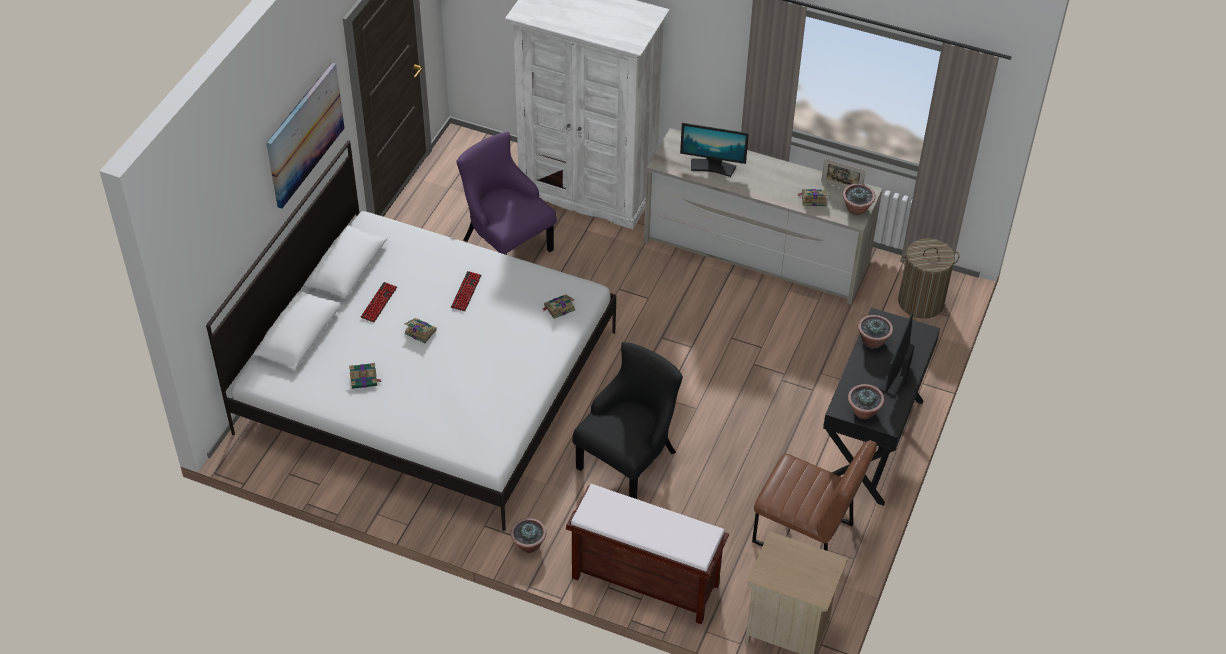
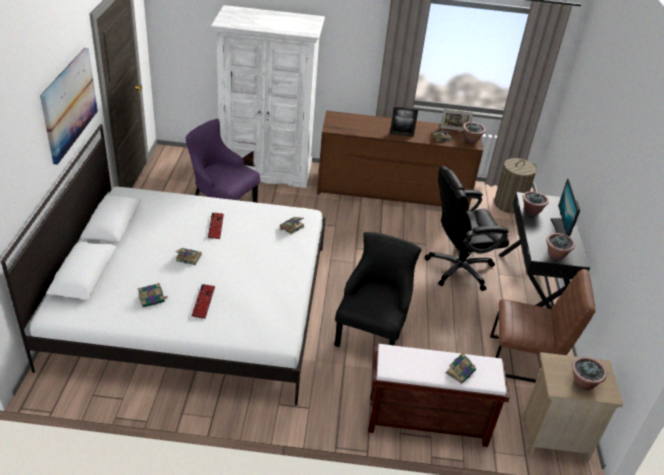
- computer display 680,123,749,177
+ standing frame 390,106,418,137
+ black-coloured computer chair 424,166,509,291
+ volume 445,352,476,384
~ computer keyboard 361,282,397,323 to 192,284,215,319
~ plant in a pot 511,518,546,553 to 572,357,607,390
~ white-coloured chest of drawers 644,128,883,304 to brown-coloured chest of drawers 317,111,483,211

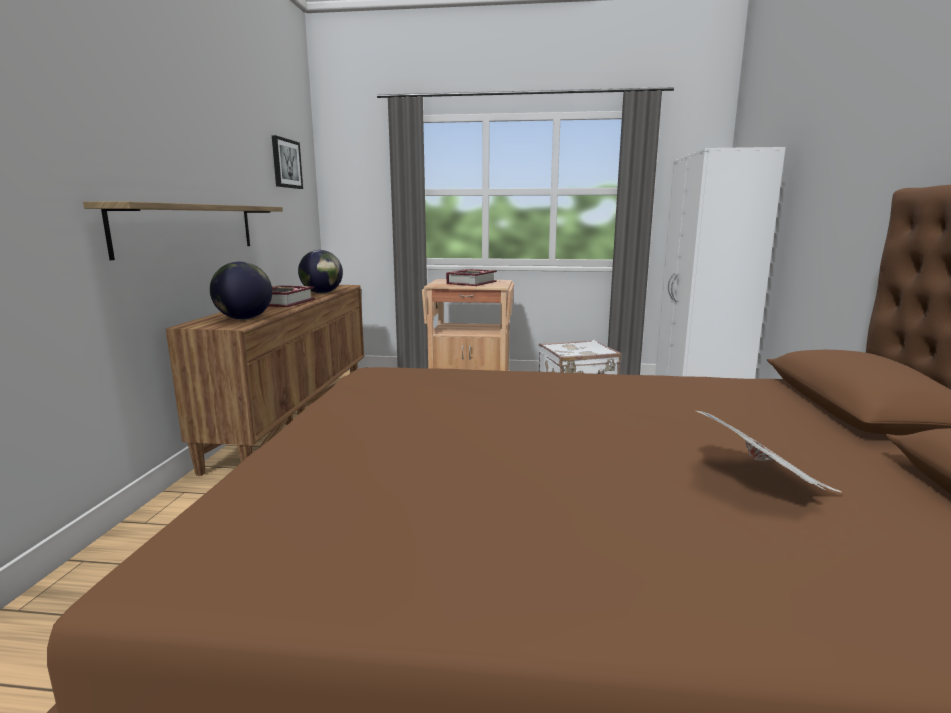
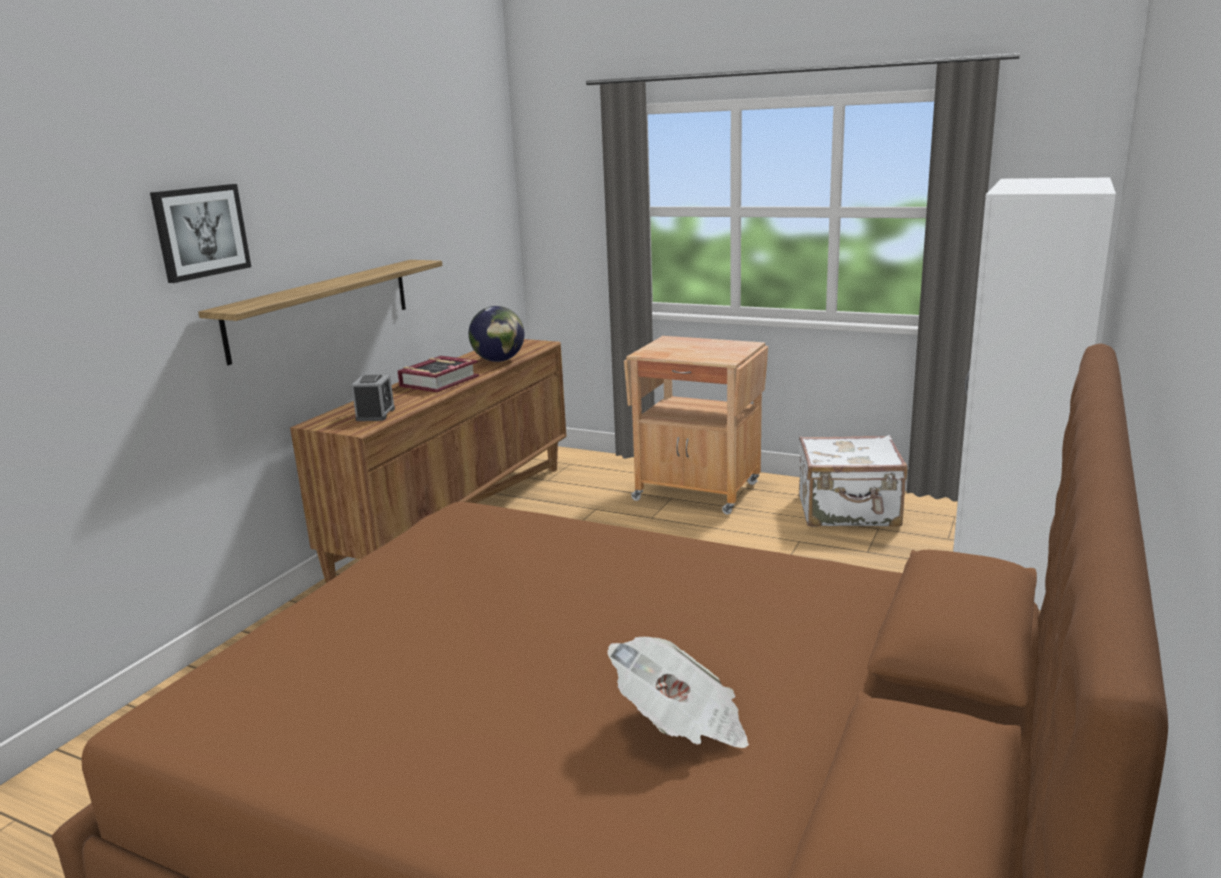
- volume 446,269,497,286
~ wall art 272,135,303,189 to 150,184,251,283
~ world globe 210,262,272,320 to alarm clock 351,375,395,421

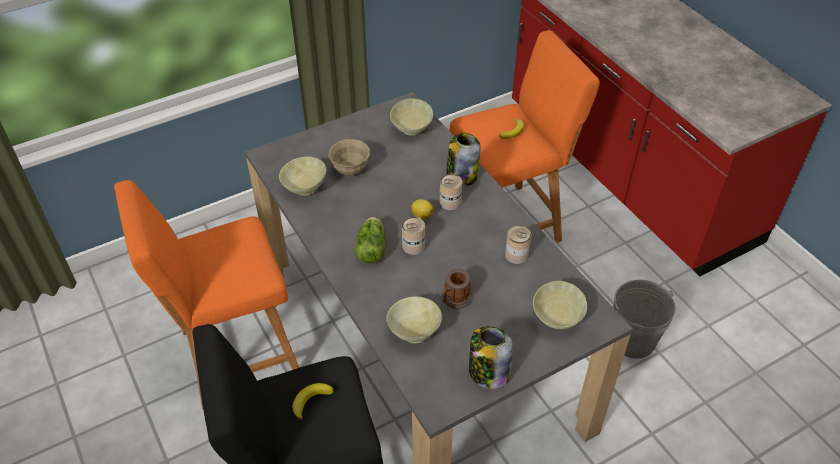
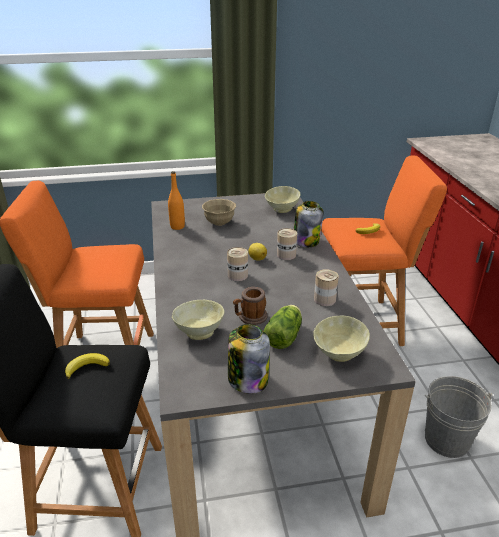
~ lettuce 354,217,385,264 to 264,305,302,349
~ beige-coloured deep dish 279,157,327,196 to orange-coloured drink bottle 168,171,185,230

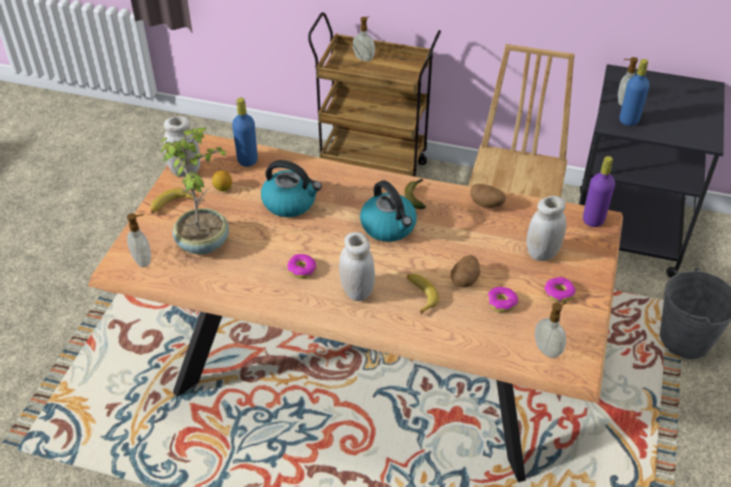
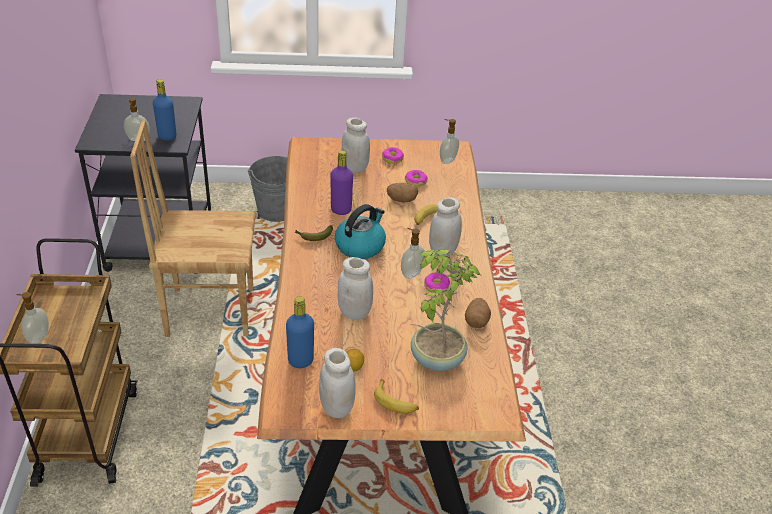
~ soap bottle 127,213,151,267 to 401,228,425,279
~ potato 470,184,506,208 to 465,298,491,328
~ purplish drink bottle 583,156,615,227 to 330,150,353,215
~ water kettle 261,160,322,217 to white-coloured jar 337,257,373,320

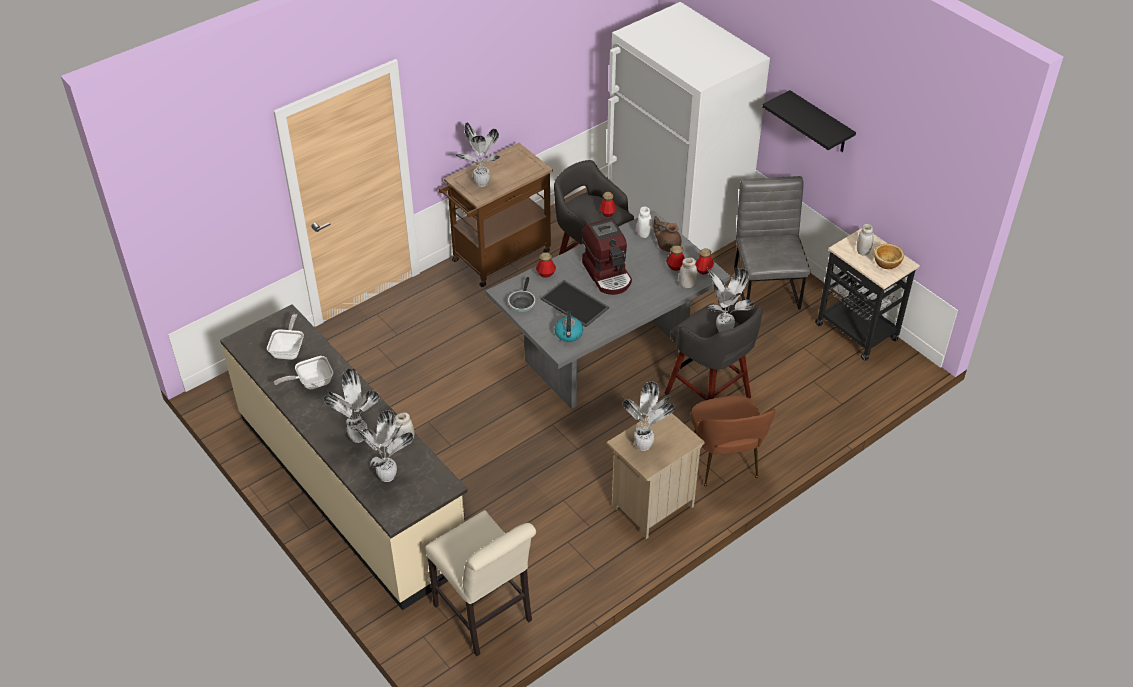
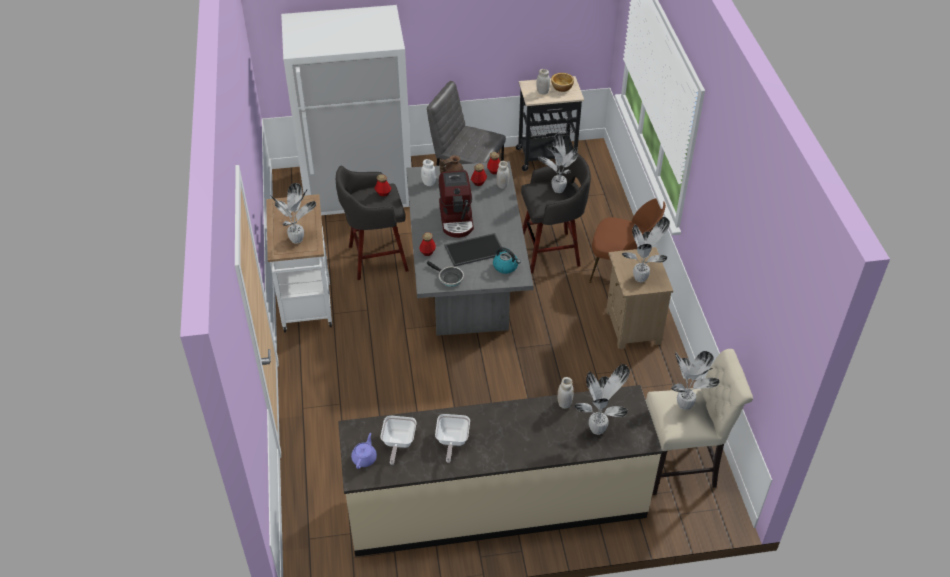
- black-coloured shelf 762,90,856,152
+ purplish pot for tea 351,433,377,469
~ plant in a pot 324,368,380,443 to 671,351,720,410
~ brown-coloured trolley 439,143,553,287 to white-coloured trolley 266,194,332,332
~ frying pan 267,314,304,360 = 381,416,417,465 120 degrees counterclockwise
~ coffee brewer 582,218,632,295 = 439,170,474,238 75 degrees clockwise

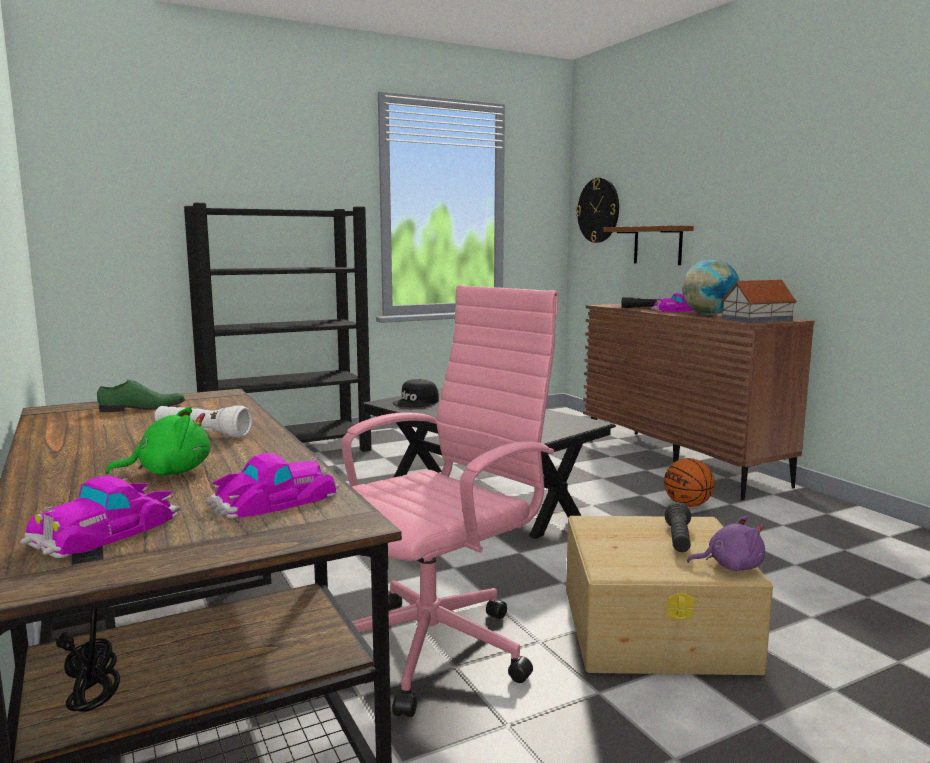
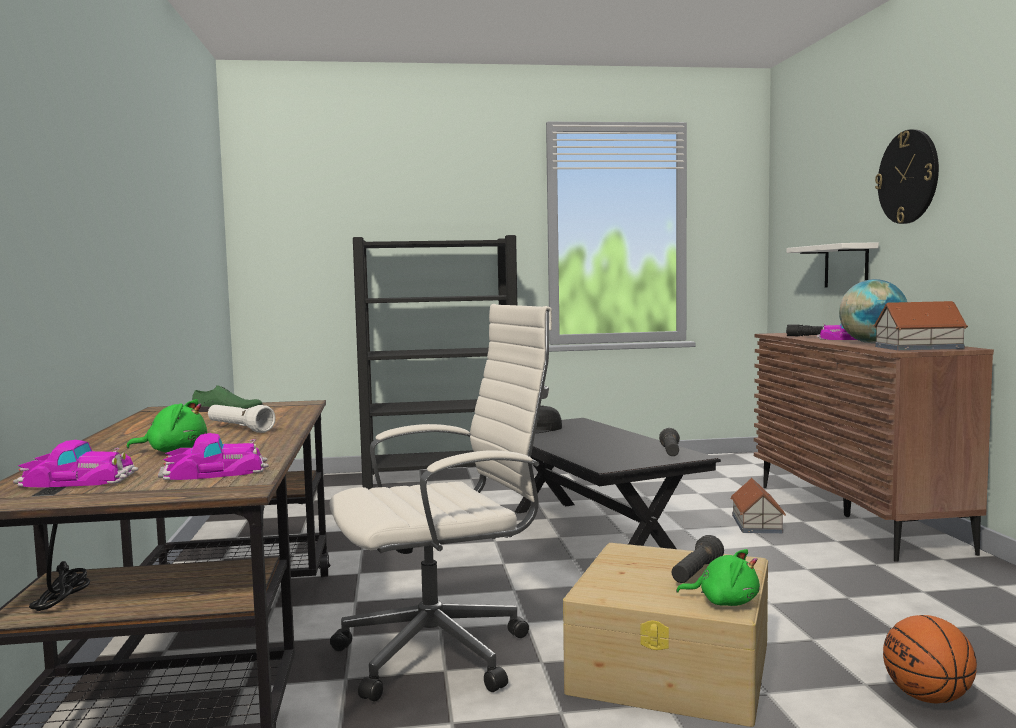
+ black-coloured torch 659,428,680,456
+ model house 730,478,786,533
~ clock on the wall 576,178,619,243 to 875,129,939,224
~ ball for basketball 664,458,715,507 to 883,615,977,703
~ pinkish computer chair 342,285,559,717 to white-coloured computer chair 329,304,552,702
~ brown-coloured shelf 603,225,694,265 to white-coloured shelf 787,242,879,288
~ purplish cuddly toy 687,516,765,571 to green cuddly toy 676,549,760,606
~ miniature car 20,475,180,558 = 13,440,138,487 150 degrees counterclockwise

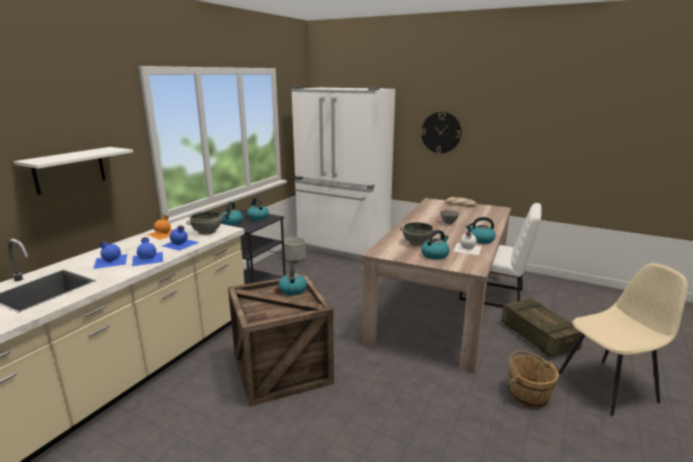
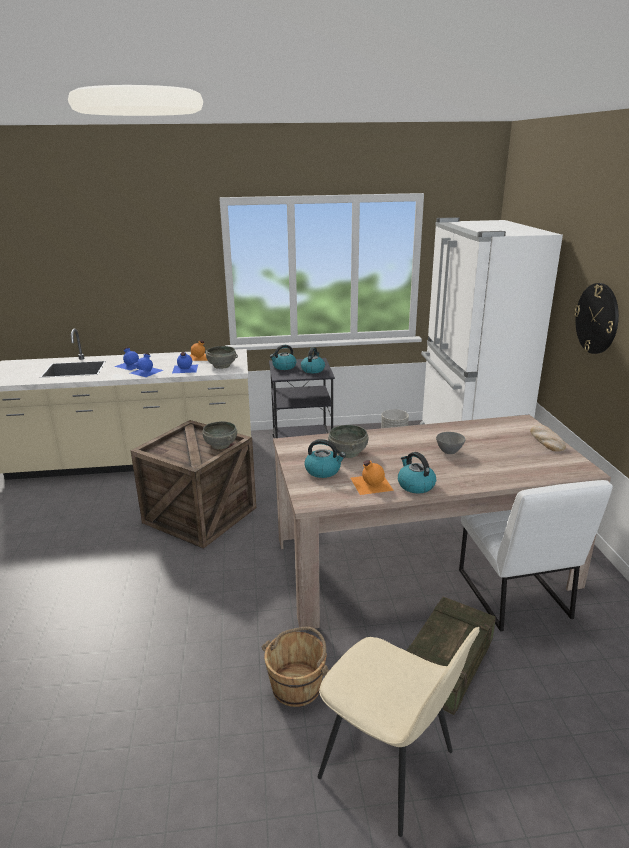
- white-coloured shelf 14,147,133,195
~ water kettle 278,265,307,296 to greyish deep dish 202,421,237,449
~ white-coloured drink bottle 453,232,482,255 to orange-coloured drink bottle 351,460,394,495

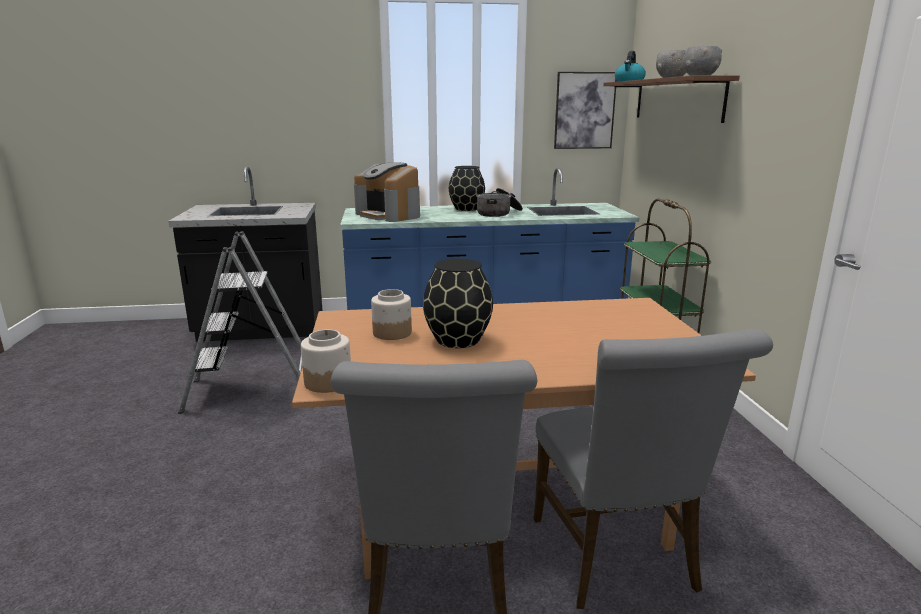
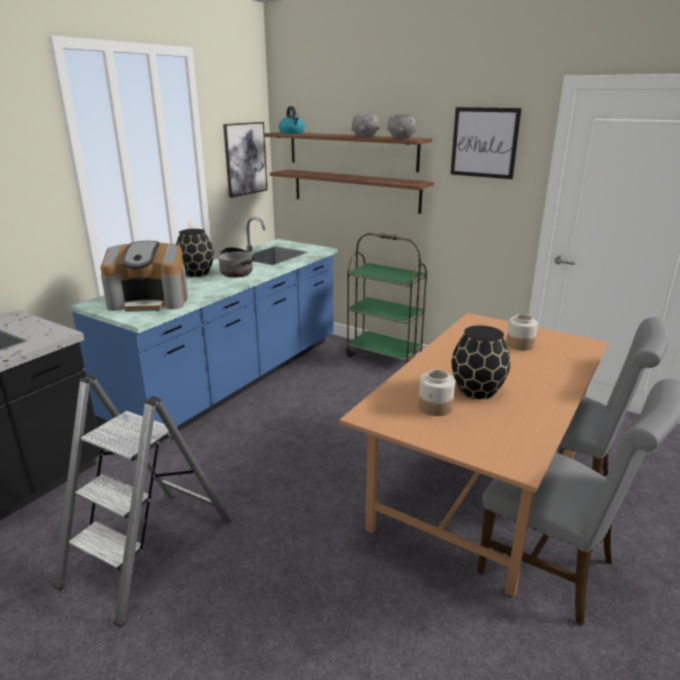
+ brown-coloured shelf 270,169,434,214
+ wall art 450,107,522,179
~ jar 301,329,351,393 to 506,314,538,350

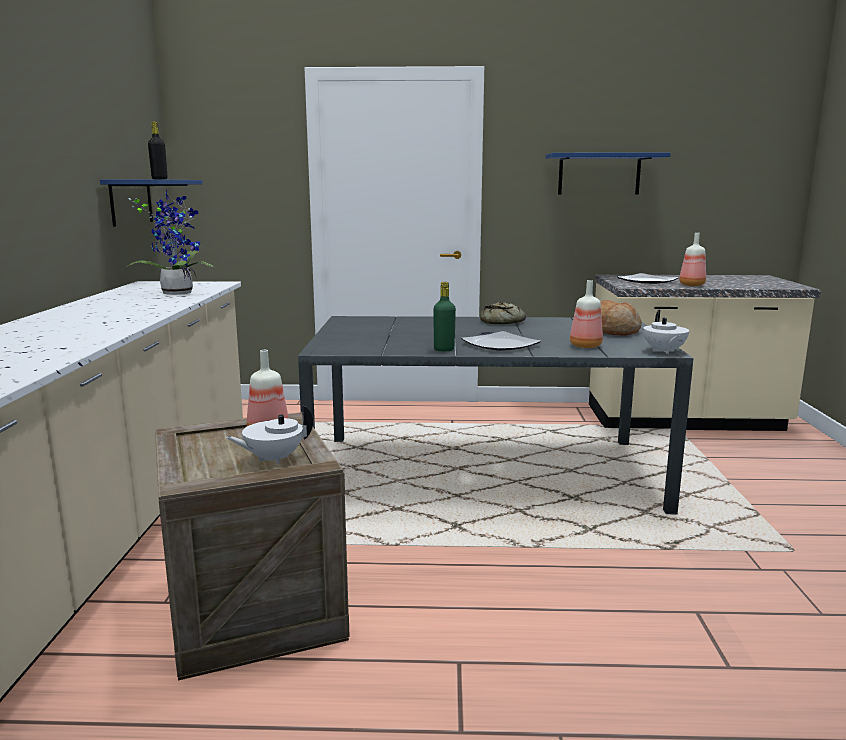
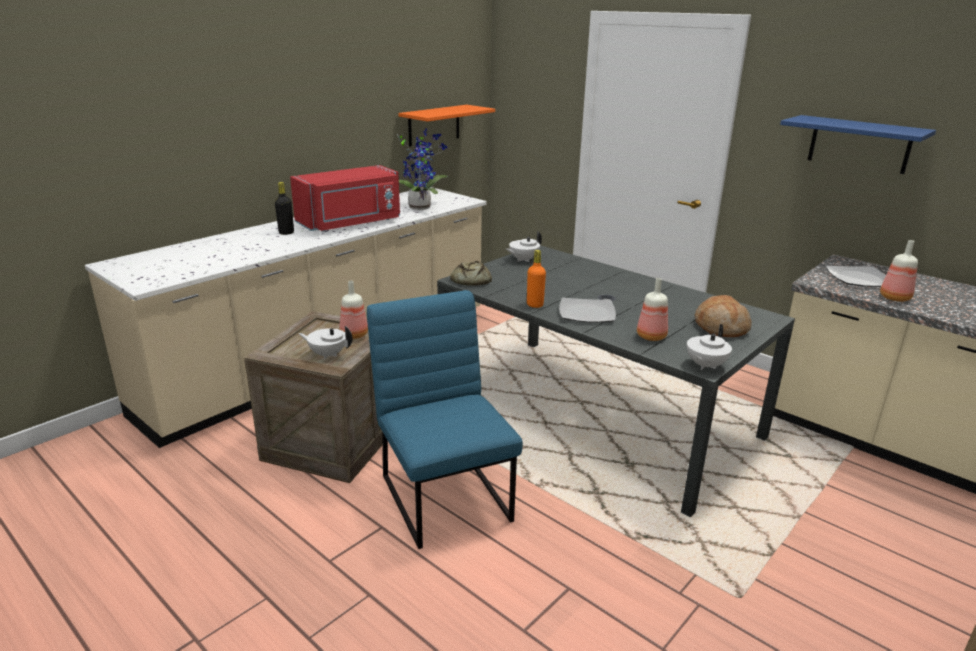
+ red kitchen microwave 290,165,400,231
+ blue upright chair 367,290,523,549
+ white-coloured pot for tea 506,231,542,262
~ black-coloured drink bottle 148,122,167,179 to 275,182,294,235
~ baked bread 480,301,526,324 to 450,261,492,286
~ blue shelf 100,179,202,227 to orange-coloured shelf 398,105,495,147
~ green drink bottle 433,282,456,351 to orange-coloured drink bottle 527,250,546,308

